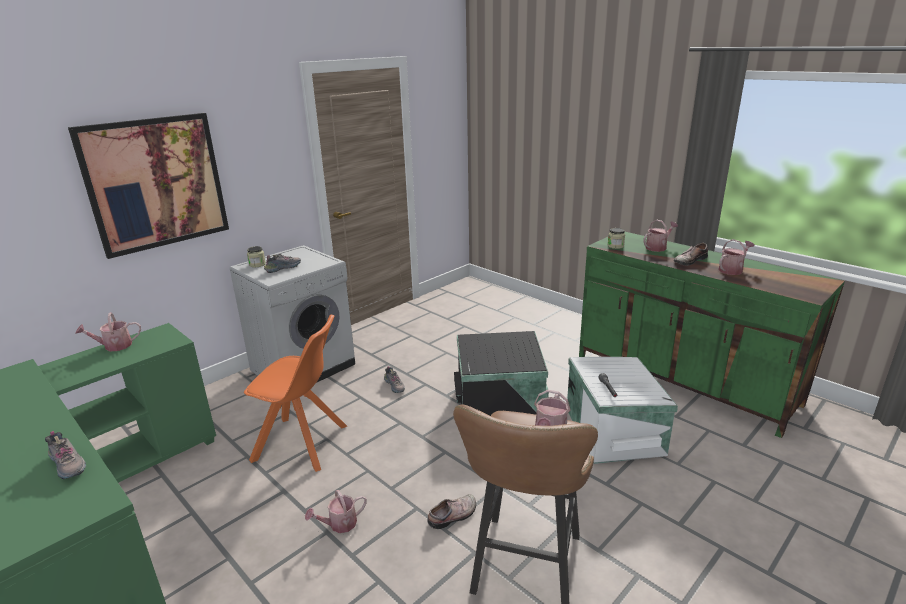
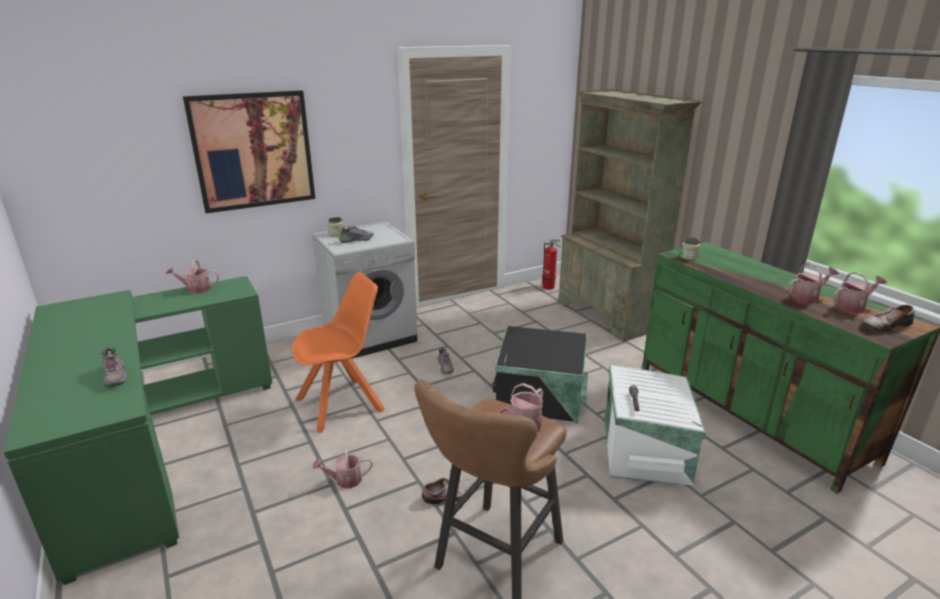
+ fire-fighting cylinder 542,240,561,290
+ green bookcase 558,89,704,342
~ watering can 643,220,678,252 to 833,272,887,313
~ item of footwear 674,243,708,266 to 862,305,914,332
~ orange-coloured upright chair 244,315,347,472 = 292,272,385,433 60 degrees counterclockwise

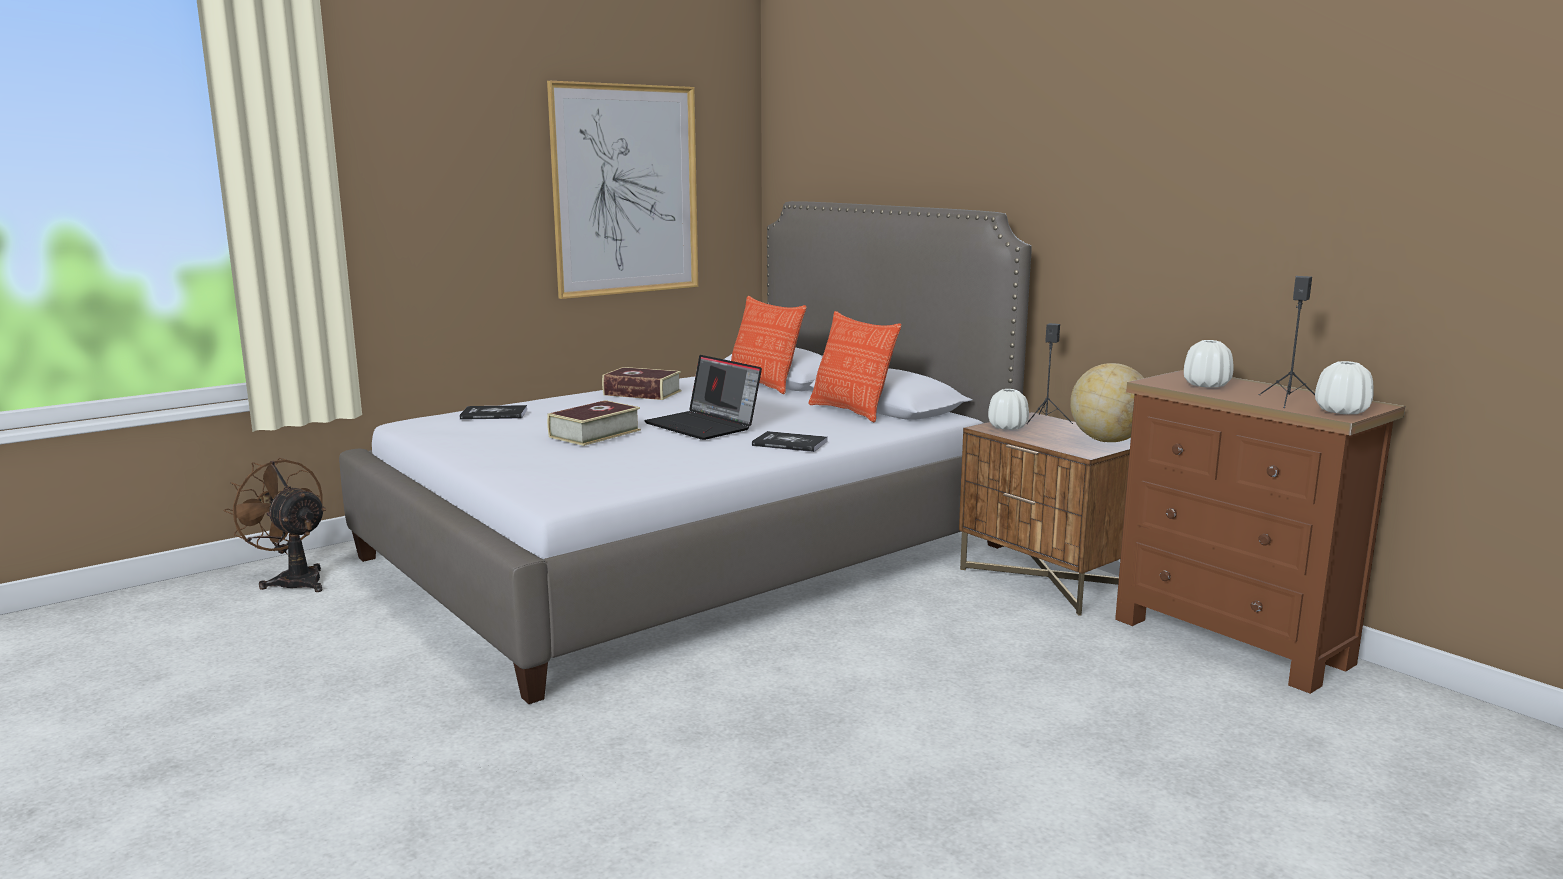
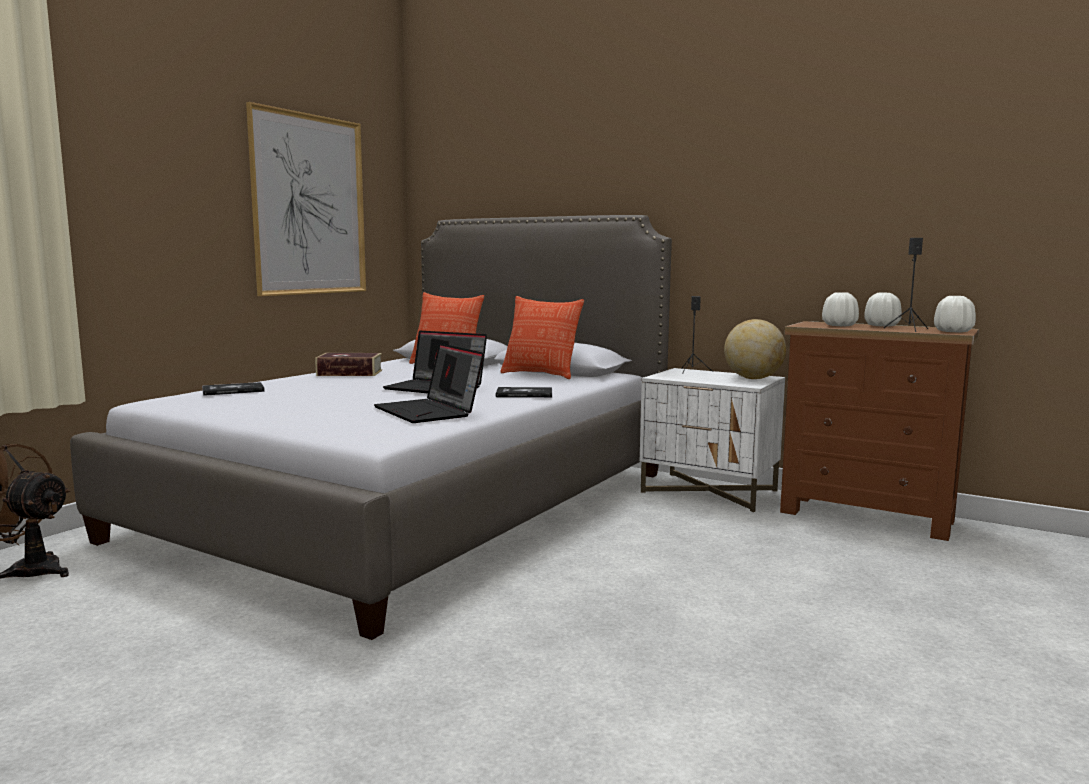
- volume 547,400,641,446
+ notebook computer 374,343,484,423
~ white-coloured flower vase 988,389,1029,430 to 864,293,902,327
~ brown-coloured night table 959,412,1131,616 to white-coloured night table 640,368,785,513

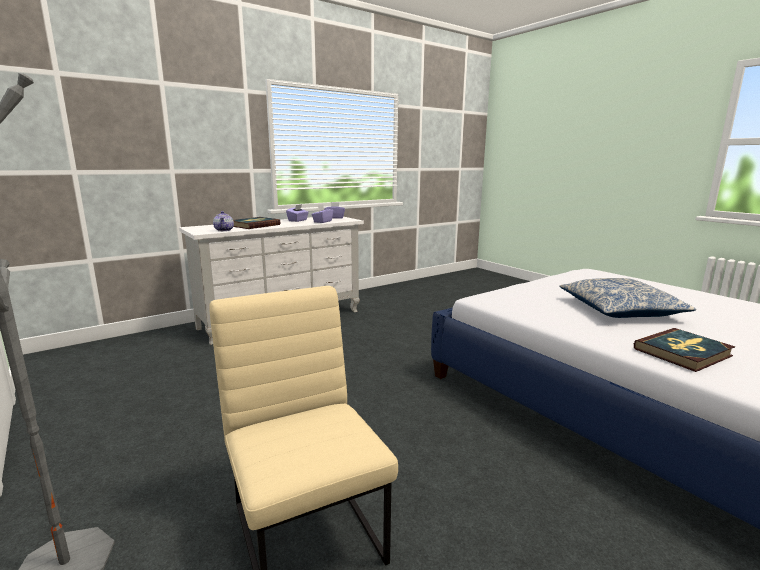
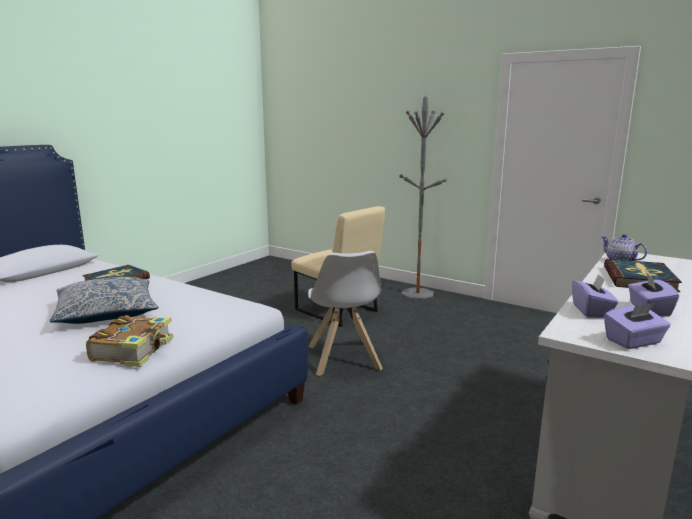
+ volume 86,315,173,367
+ upright chair 308,251,383,376

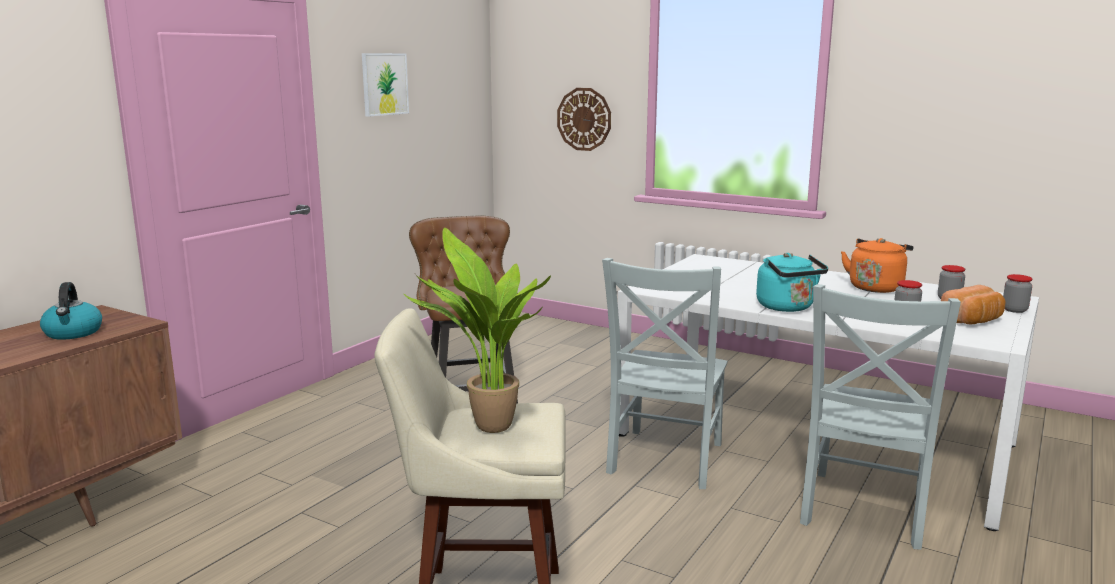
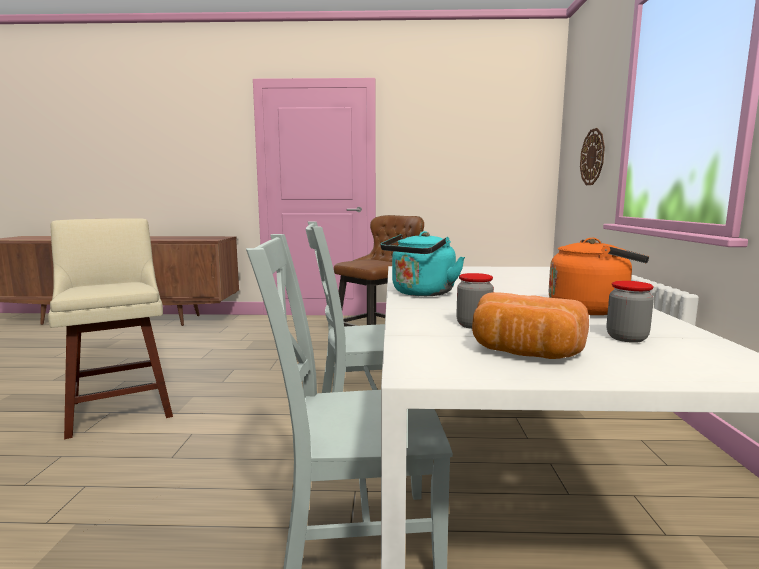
- water kettle 40,282,102,340
- wall art 362,53,409,117
- plant in a pot 403,228,551,433
- jar 1003,274,1032,313

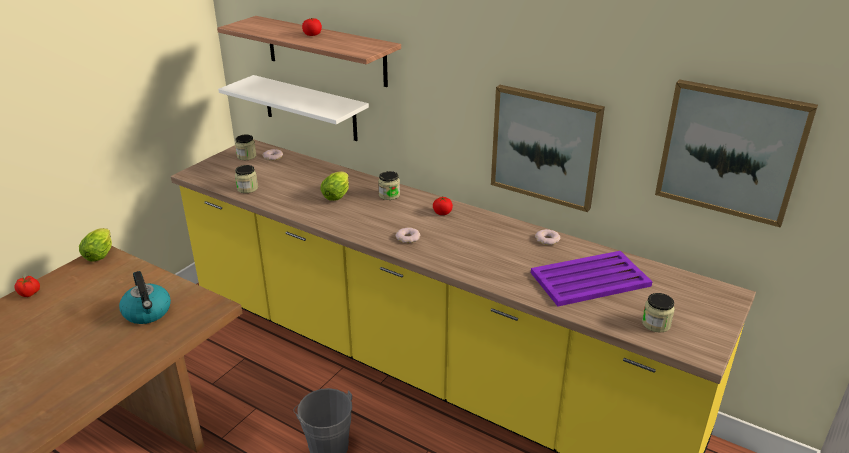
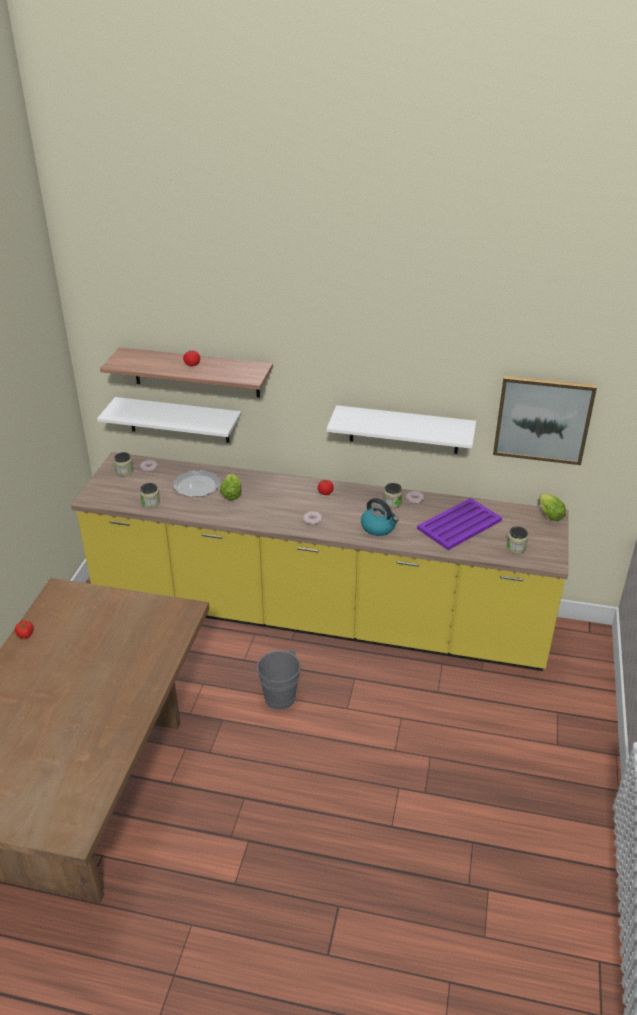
+ dinner plate 173,470,220,497
~ lettuce 79,228,112,262 to 540,493,566,521
~ water kettle 119,271,171,324 to 361,498,399,536
~ jar 378,171,400,200 to 384,483,402,508
~ wall art 491,85,605,212 to white-coloured shelf 326,405,476,454

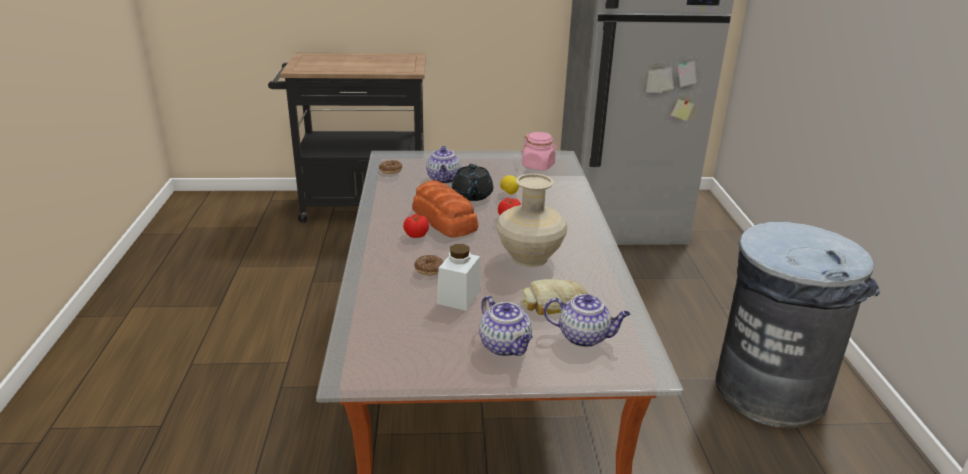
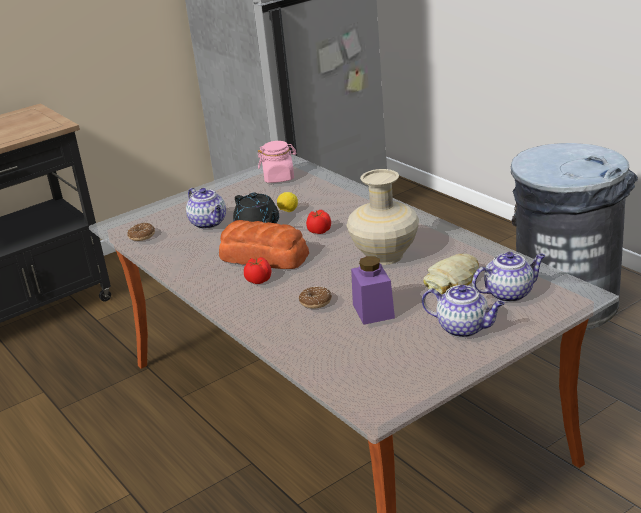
~ white-coloured jar 437,244,481,311 to purplish jar 351,256,395,325

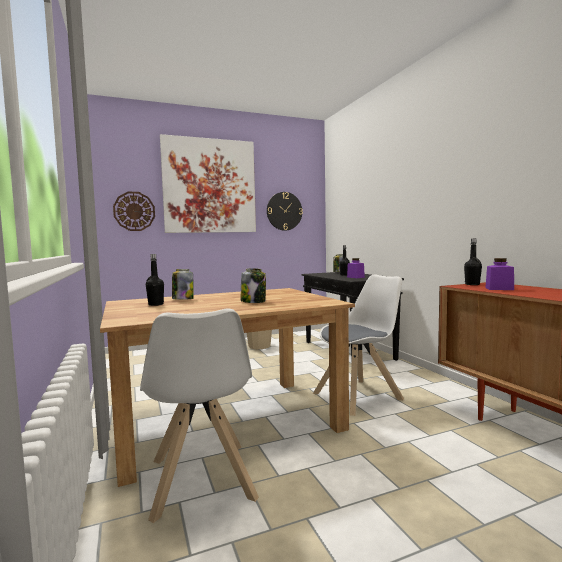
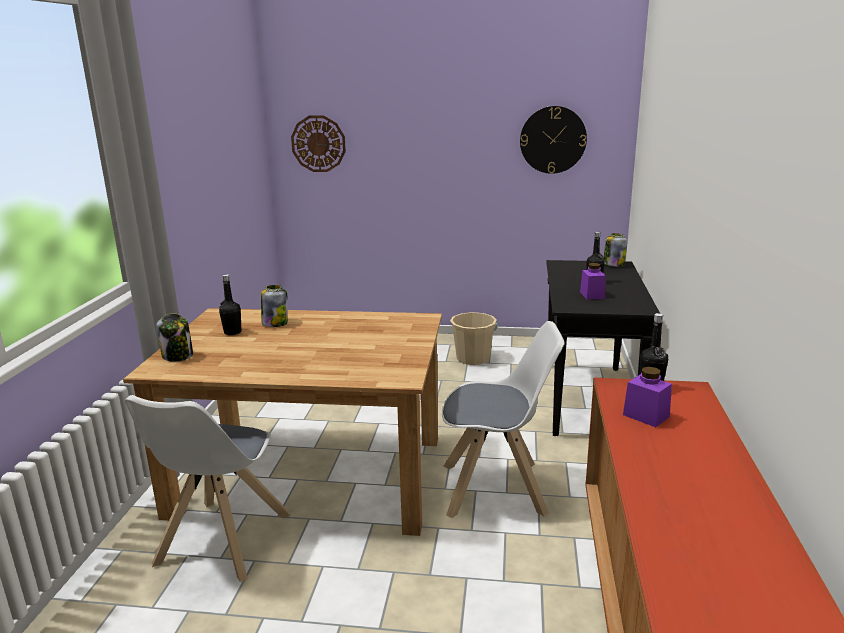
- wall art 160,134,256,233
~ jar 241,268,266,303 to 156,314,193,362

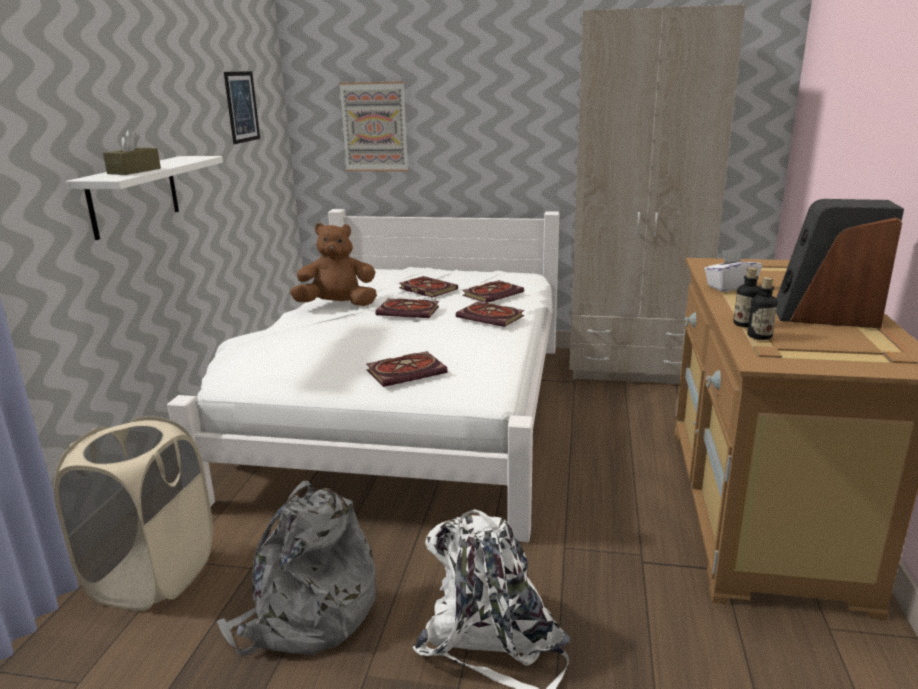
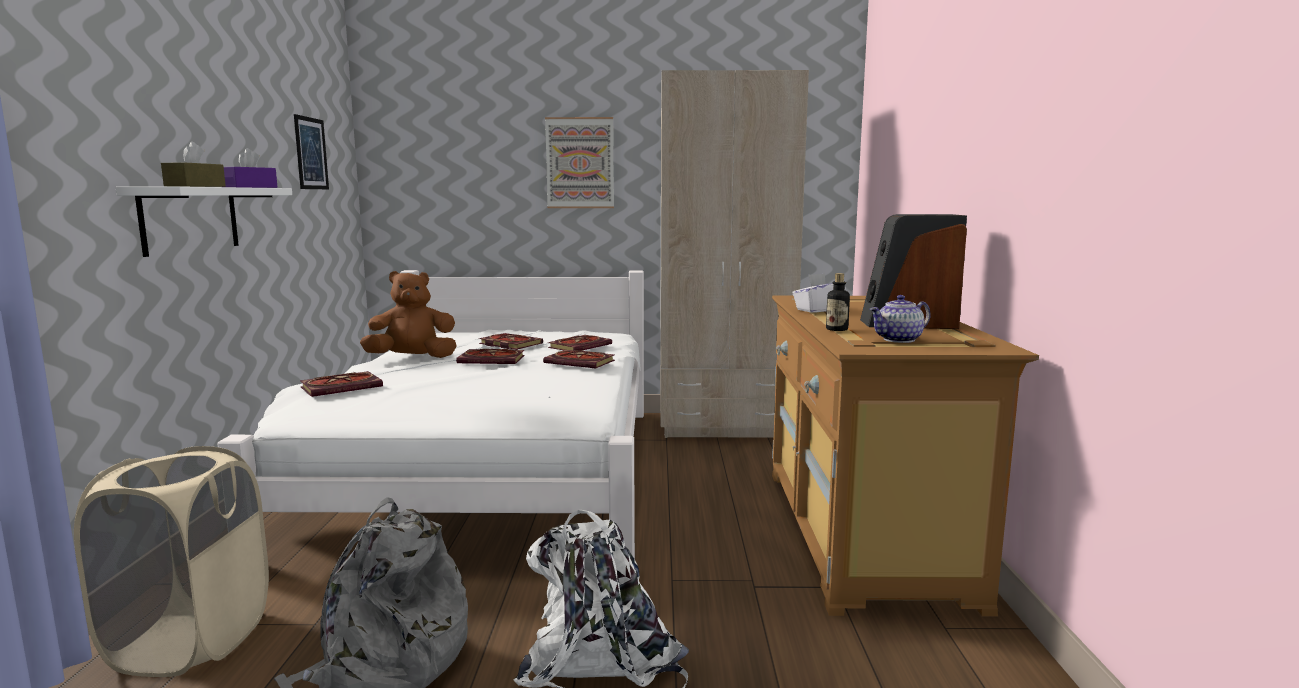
- drink bottle 748,277,777,340
+ purplish box of tissues 224,148,277,188
+ pot for tea 870,295,931,343
~ wall art 339,81,408,171 to 545,117,614,208
~ volume 366,351,448,387 to 300,371,383,397

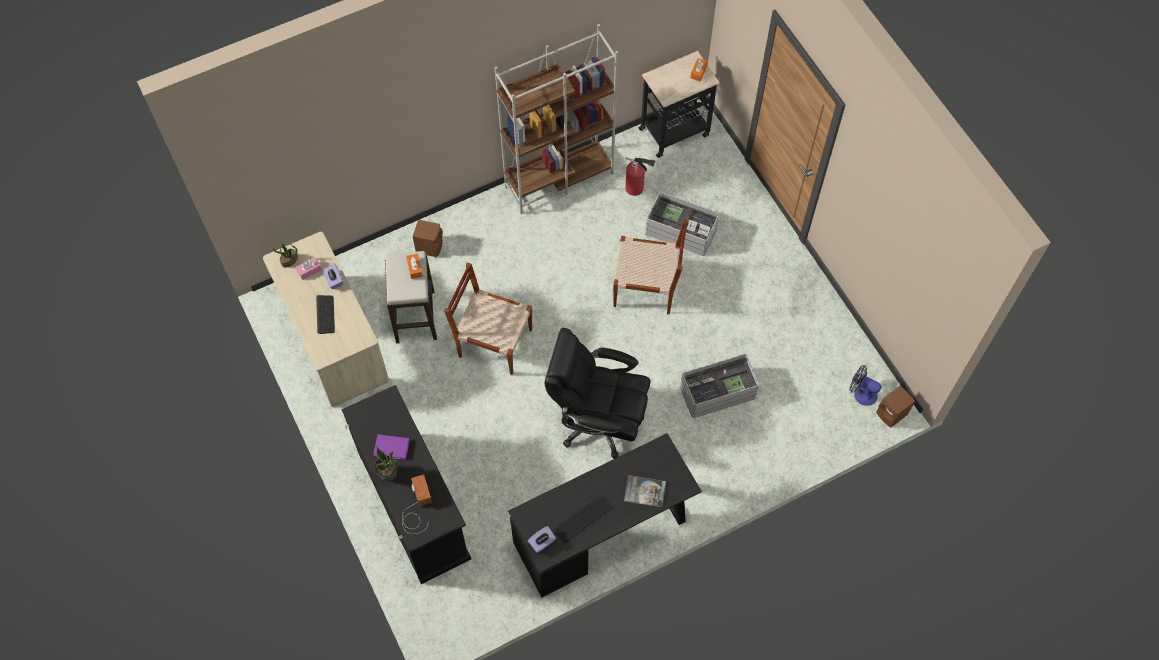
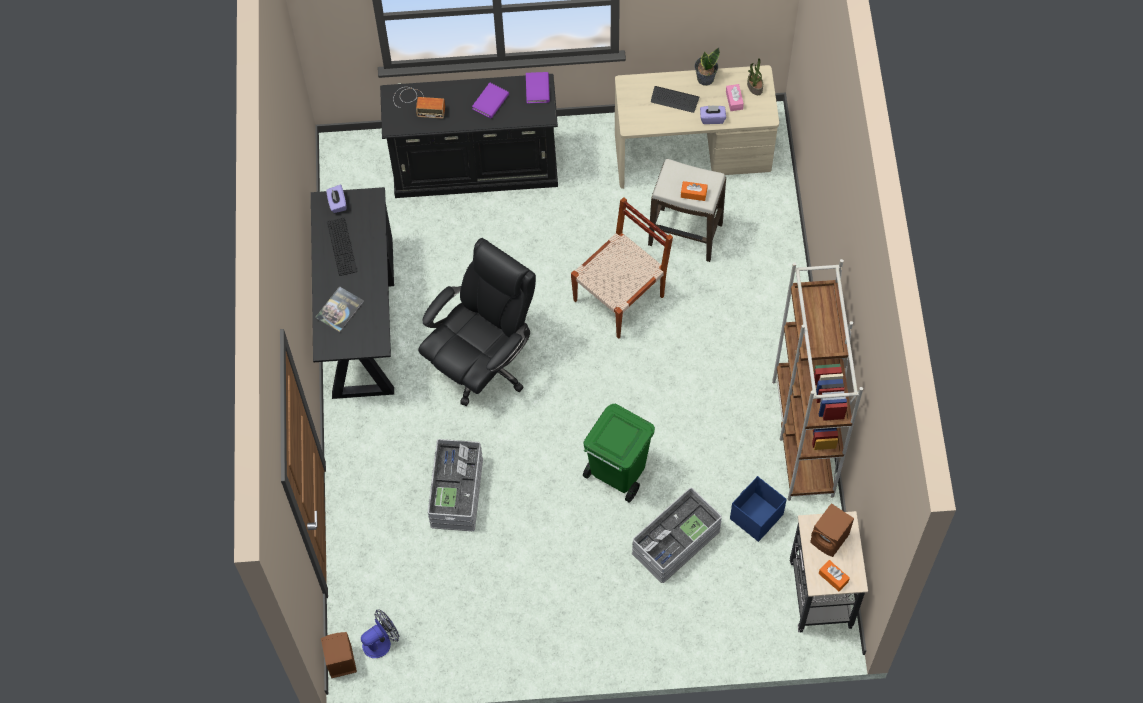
+ purplish volume 526,72,550,103
~ plant in a pot 374,446,398,481 to 695,48,720,86
~ brown-coloured audio speaker 413,219,443,257 to 810,503,854,557
~ upright chair 613,219,689,315 to green rubbish bin 583,404,655,503
~ fire-fighting cylinder 625,155,656,196 to blue storage bin 730,476,787,542

